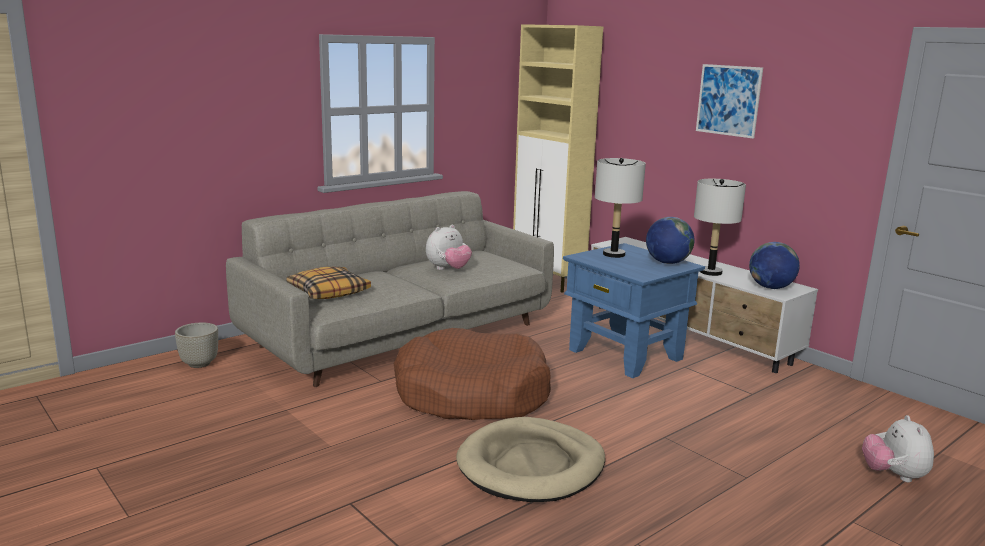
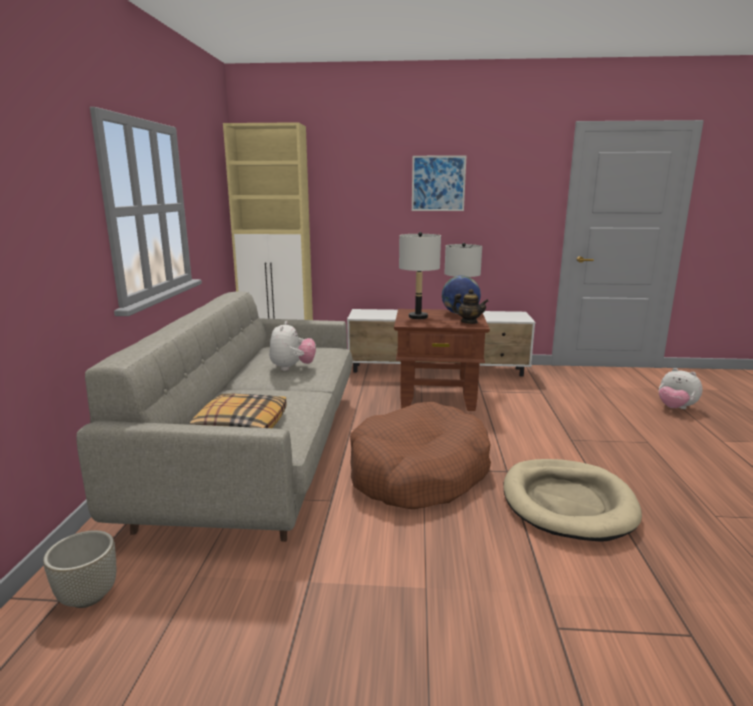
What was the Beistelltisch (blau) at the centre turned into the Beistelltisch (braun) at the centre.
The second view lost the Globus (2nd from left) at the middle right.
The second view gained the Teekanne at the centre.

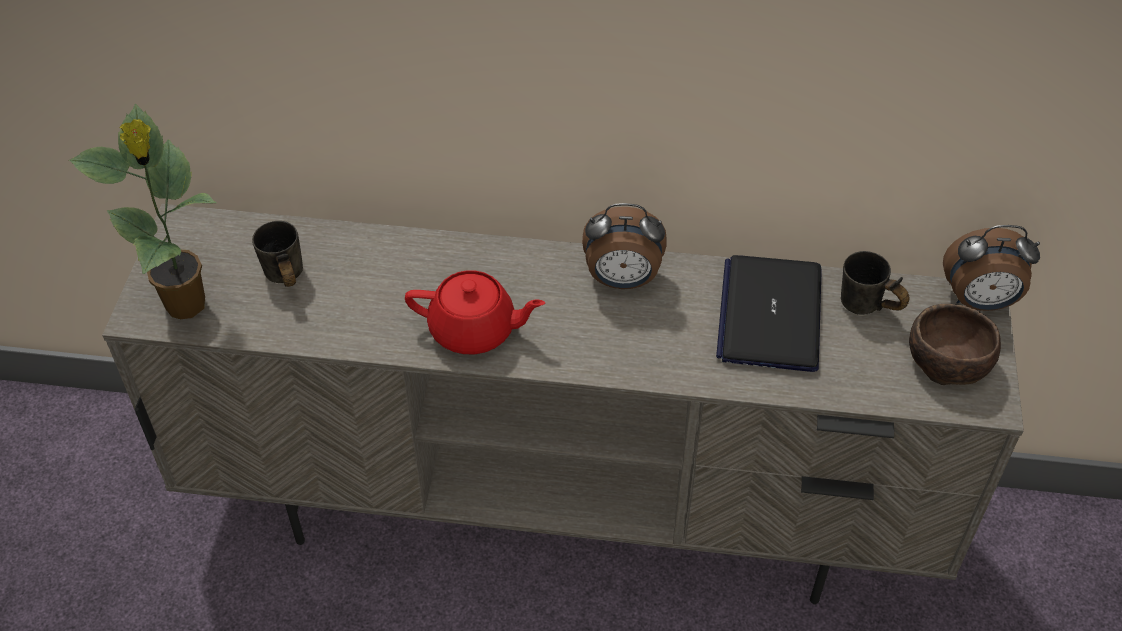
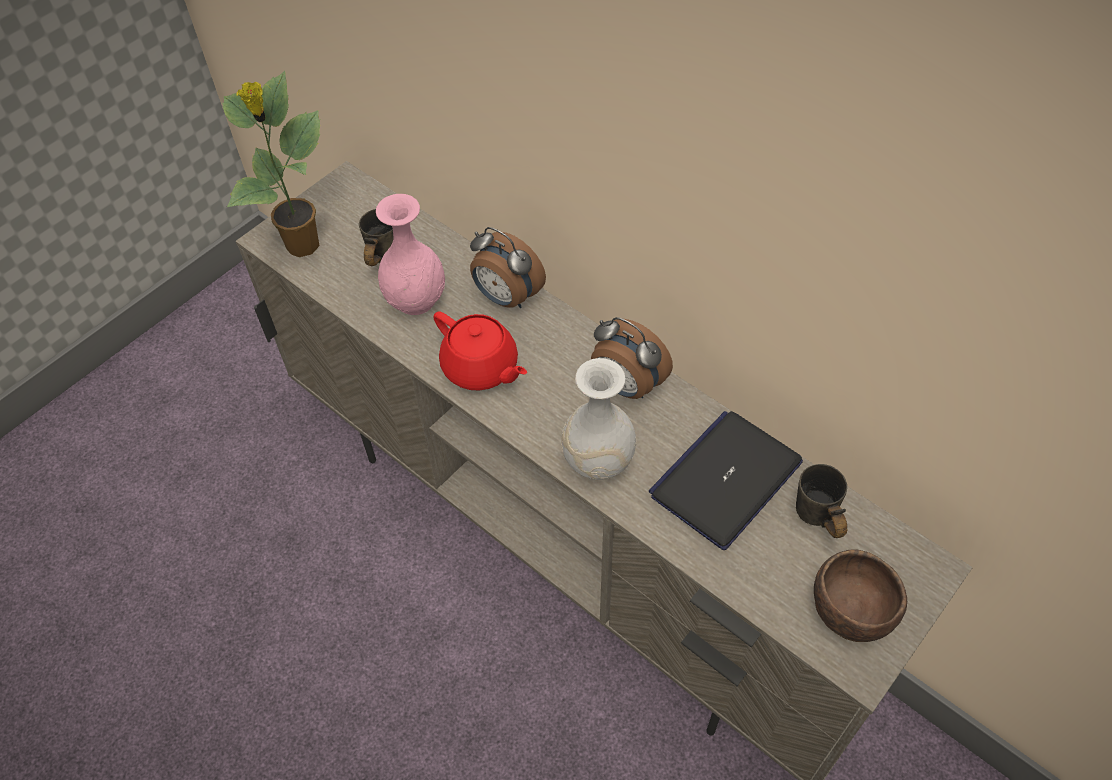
The Wecker (2nd from left in the first image) ended up elsewhere, having gone from the middle right to the centre.
The second view gained the Vase (rosa) at the top centre.
The second view gained the Vase (weiß) at the centre.

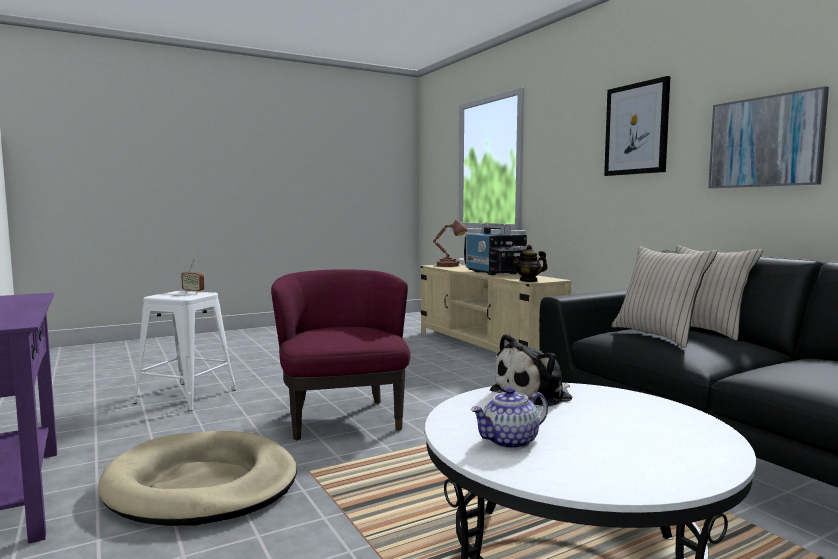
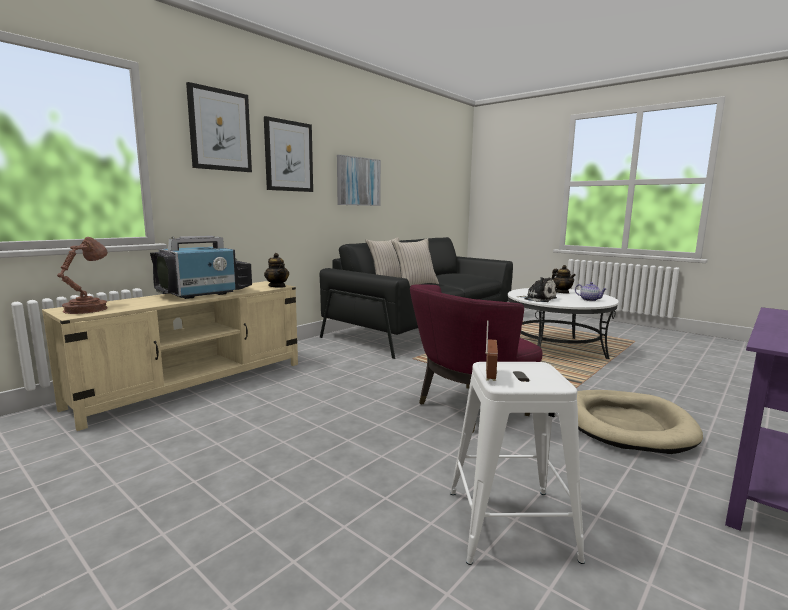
The second view gained the Bild (1st from left) at the top left.
The second view gained the Teekanne (2nd from left) at the middle right.

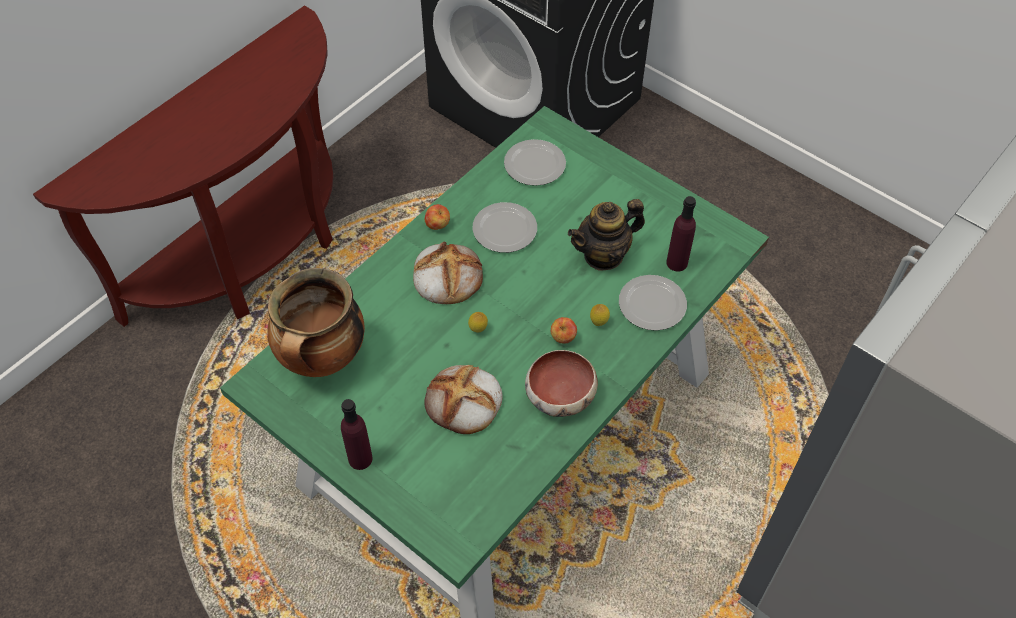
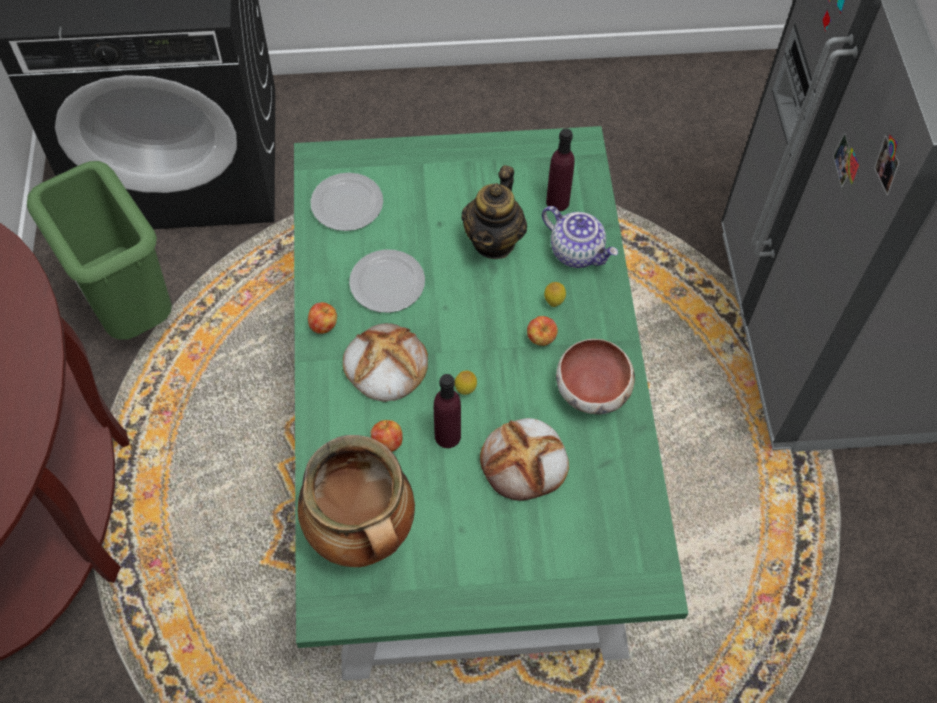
The Flasche (lila) (1st from left) ended up elsewhere, having gone from the bottom centre to the centre.
Where the Teller (3rd from left) stood at the centre, the Teekanne (2nd from left) came to stand at the centre.
The second view gained the Mülleimer (grün) at the middle left.
The second view gained the Apfel (2nd from left) at the centre.

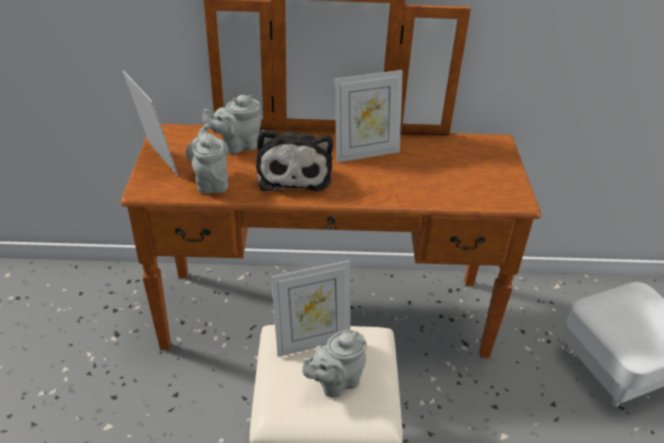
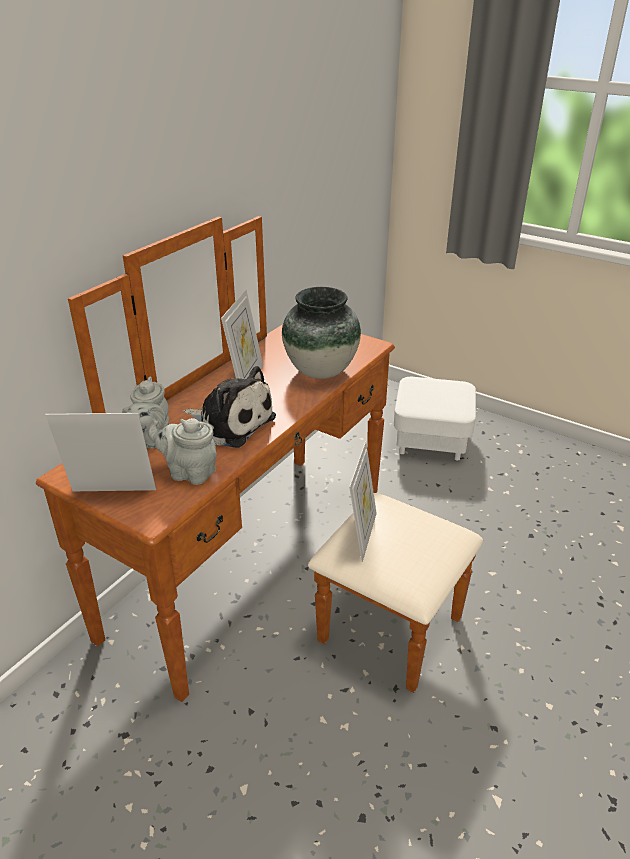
The second view lost the Teekanne (grau) (3rd from left) at the bottom centre.
The second view gained the Vase at the centre.

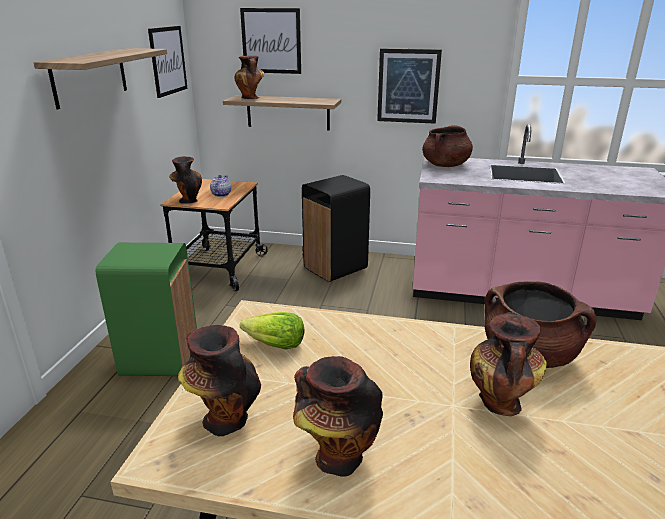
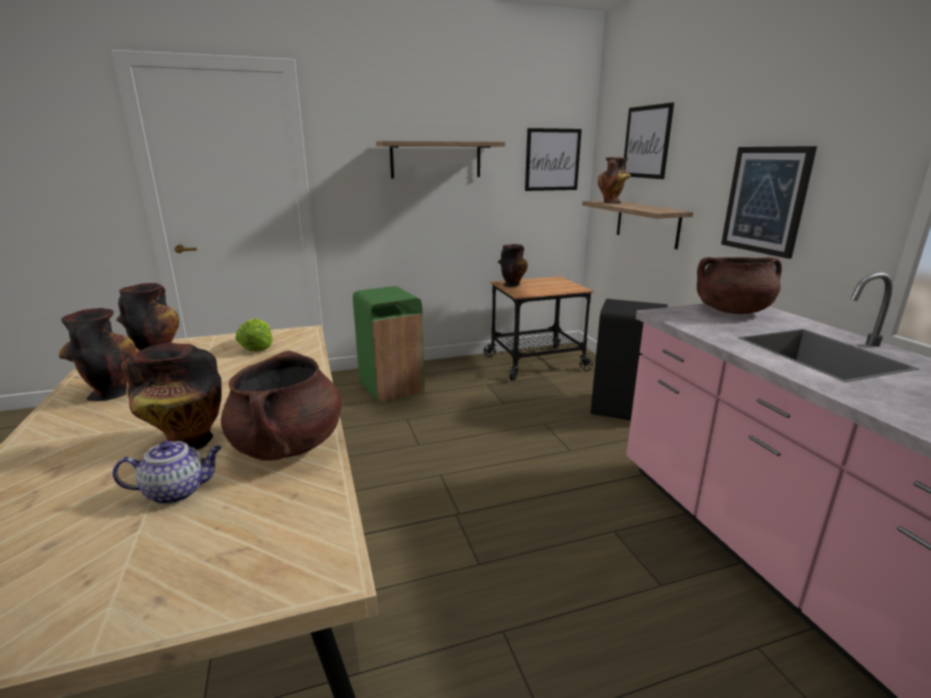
The Teekanne ended up elsewhere, having gone from the middle left to the bottom left.

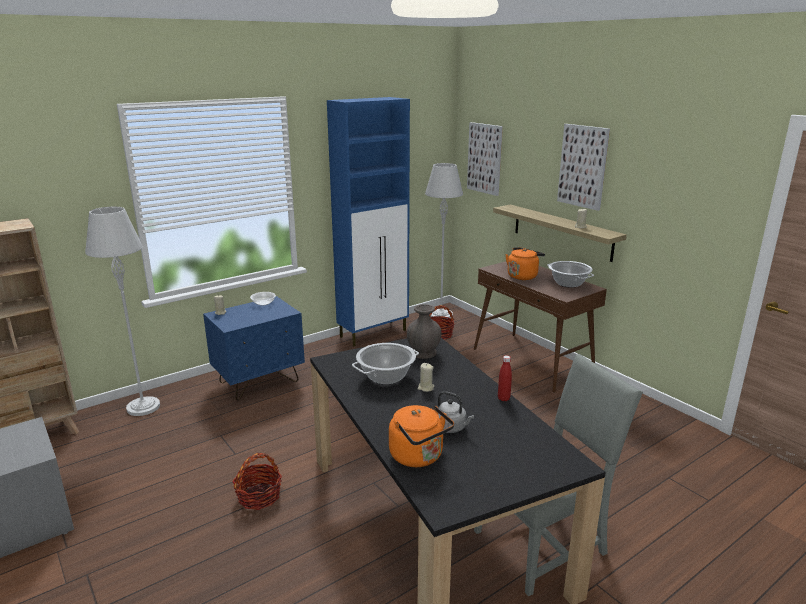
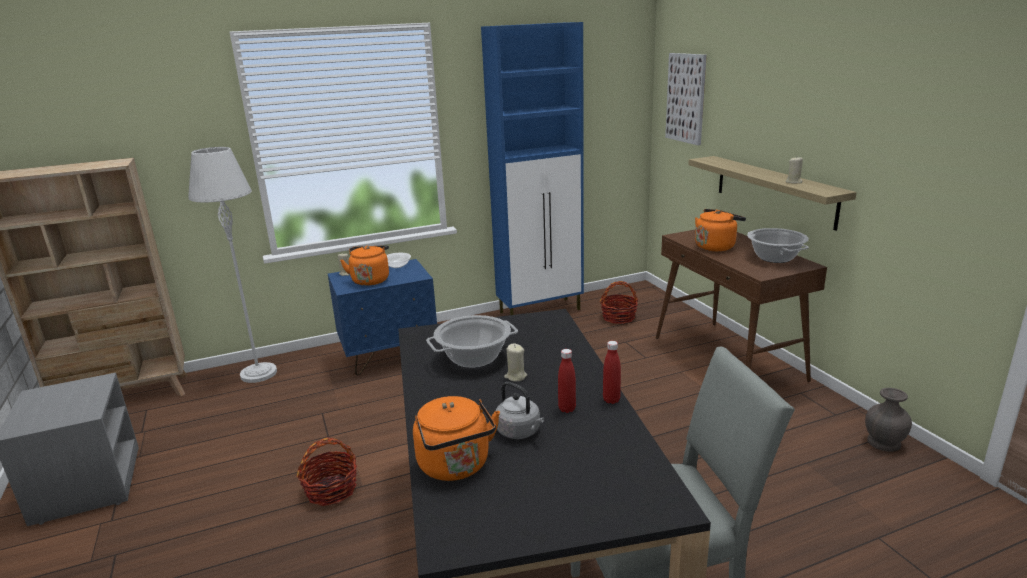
The Vase (grau) ended up elsewhere, having gone from the centre to the bottom right.
The second view lost the Stehlampe (grau) (2nd from left) at the centre.
The second view lost the Bild (2nd from left) at the top right.
The second view gained the Wasserkessel (orange) (1st from left) at the centre.
The second view gained the Flasche (rot) (1st from left) at the centre.

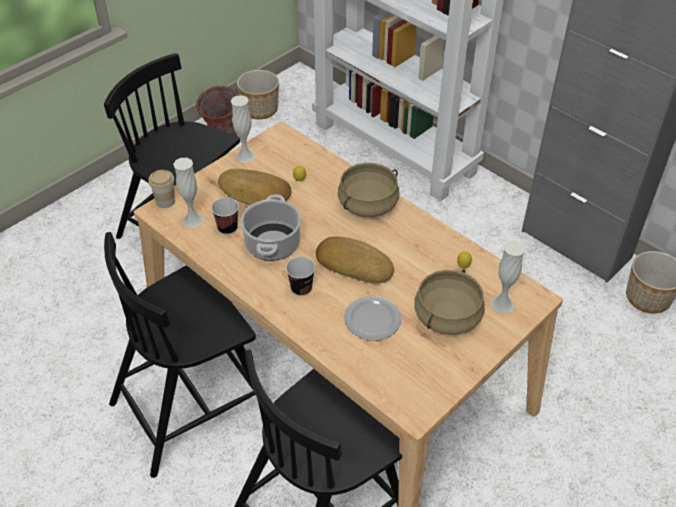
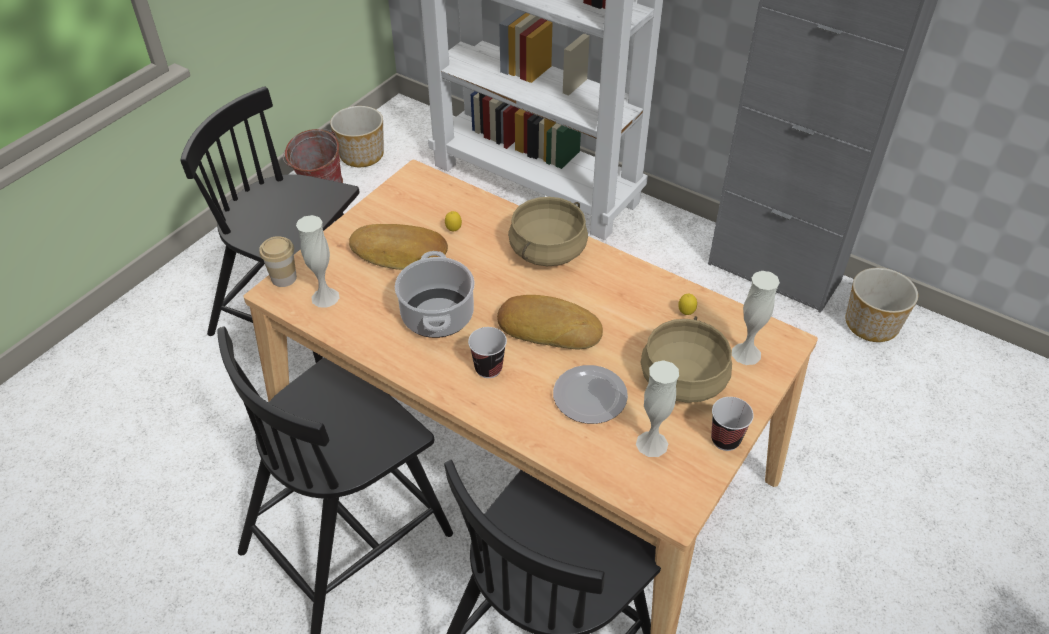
The Tasse (2nd from left in the first image) ended up elsewhere, having gone from the middle left to the bottom right.
The Vase (weiß) (2nd from left) ended up elsewhere, having gone from the top centre to the centre.

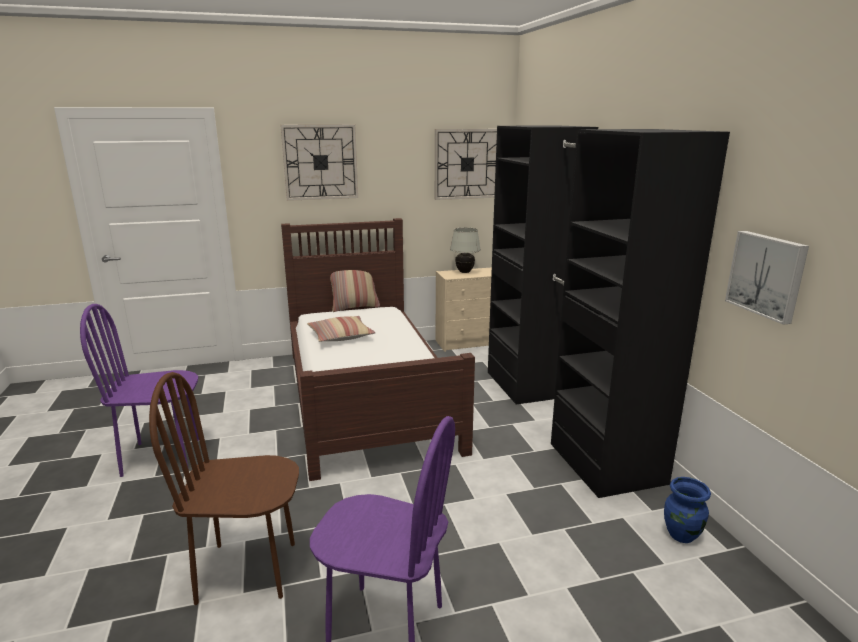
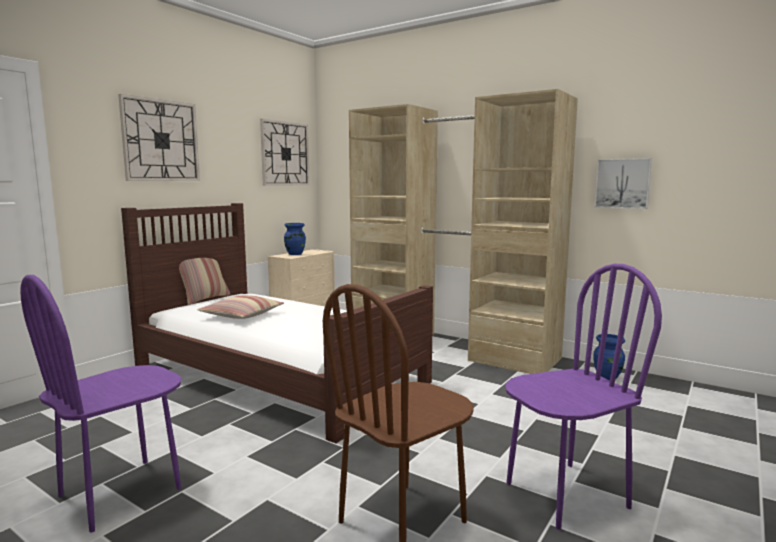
Where the Tischlampe (weiß) stood at the centre, the Vase (blau) (1st from left) came to stand at the centre.
What was the Kleiderschrank (schwarz) at the middle right turned into the Kleiderschrank (beige) at the centre.

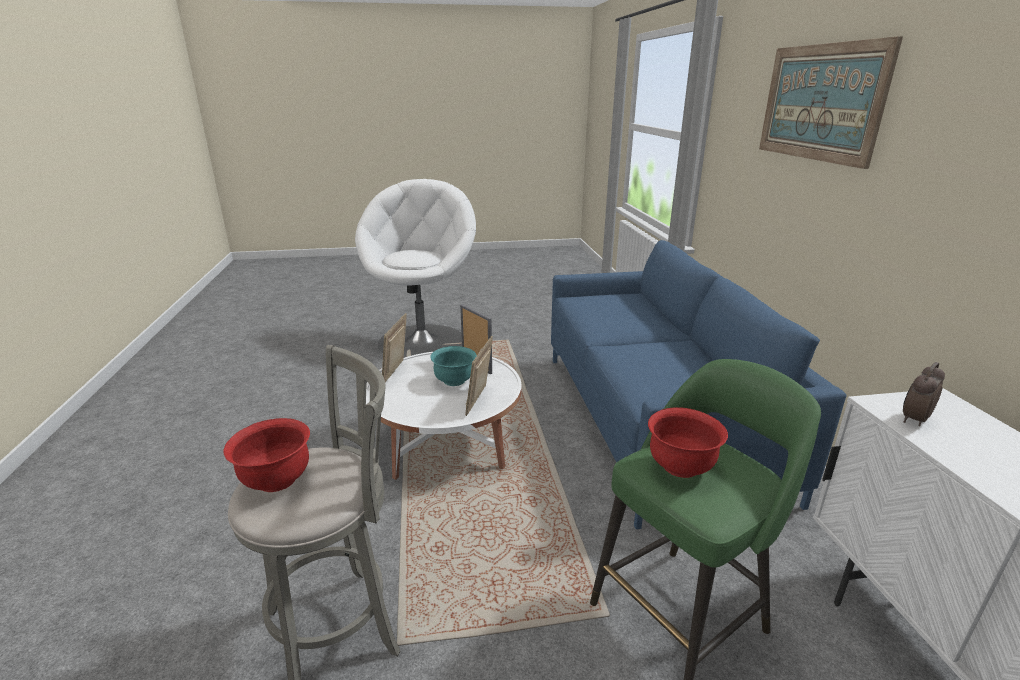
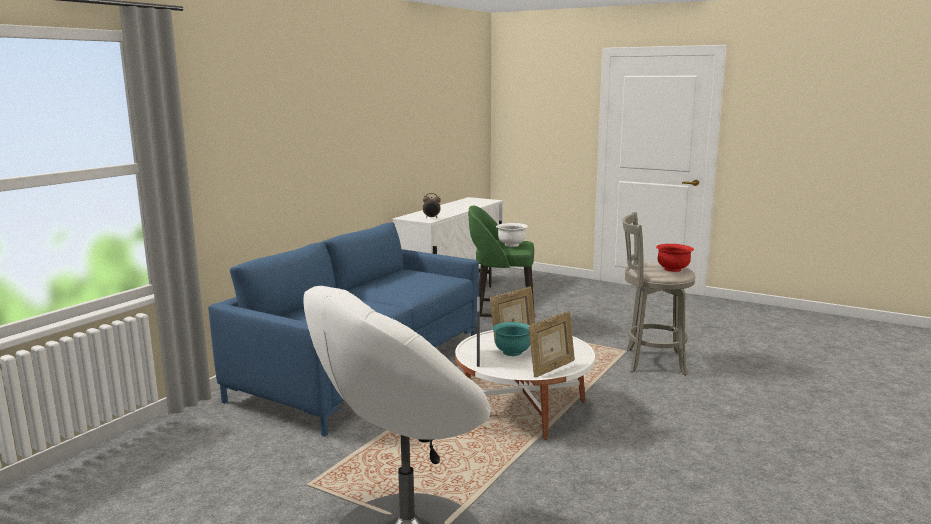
What was the Schüssel (rot) (2nd from left) at the middle right turned into the Schüssel (weiß) at the centre.
The second view lost the Bild at the top right.

